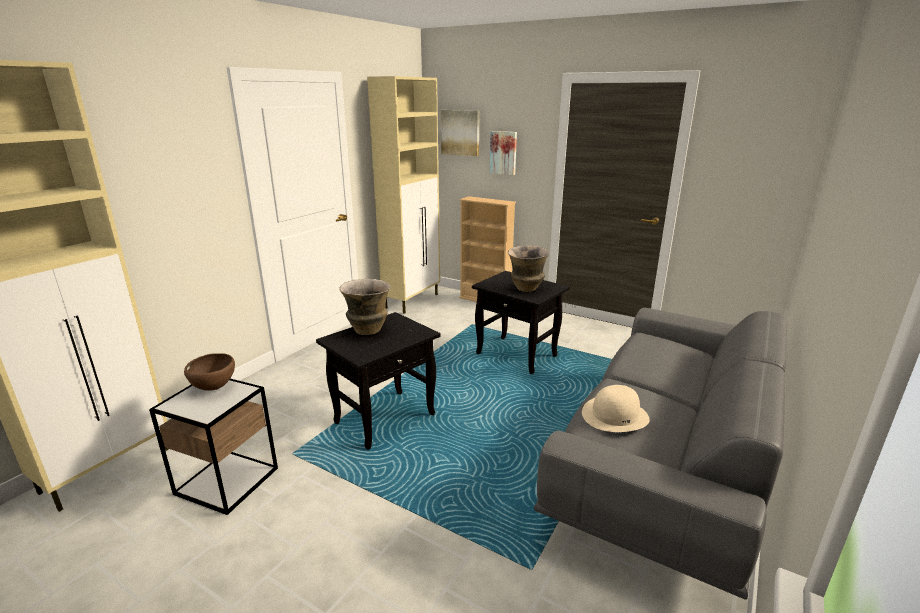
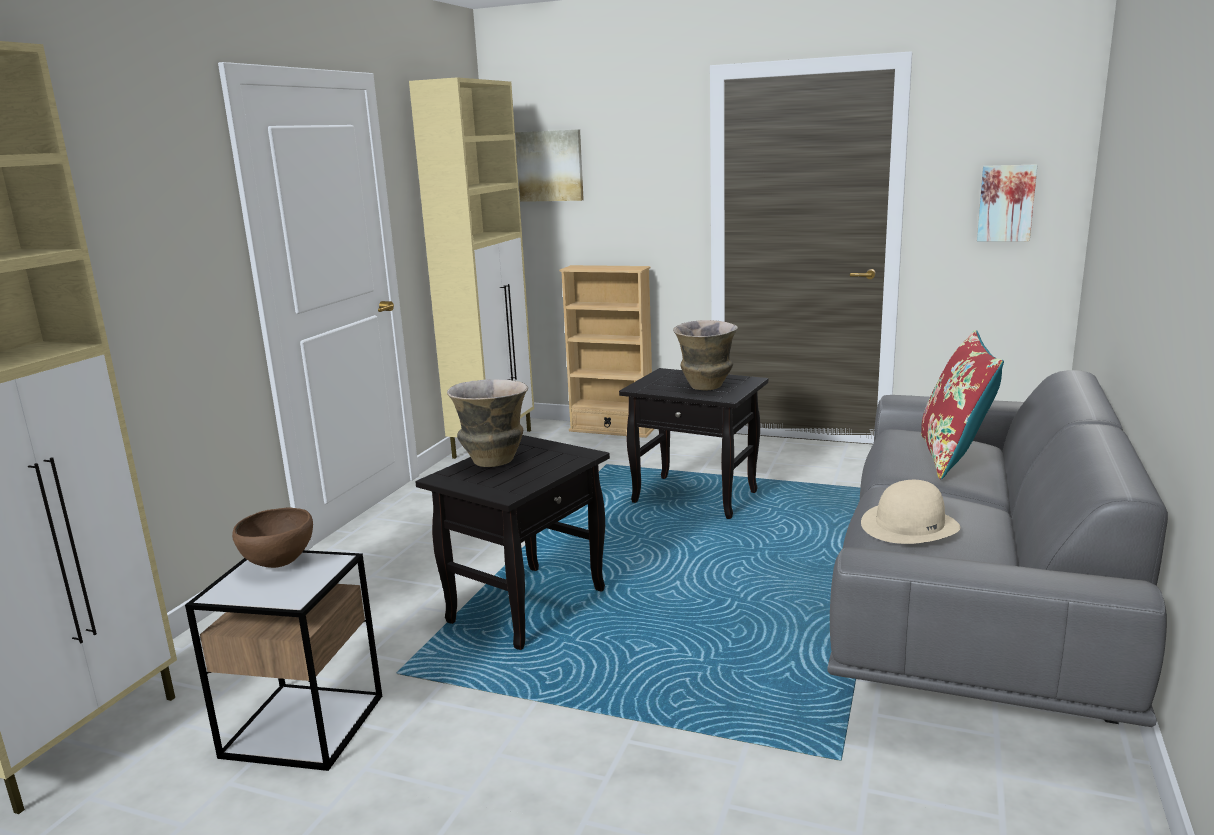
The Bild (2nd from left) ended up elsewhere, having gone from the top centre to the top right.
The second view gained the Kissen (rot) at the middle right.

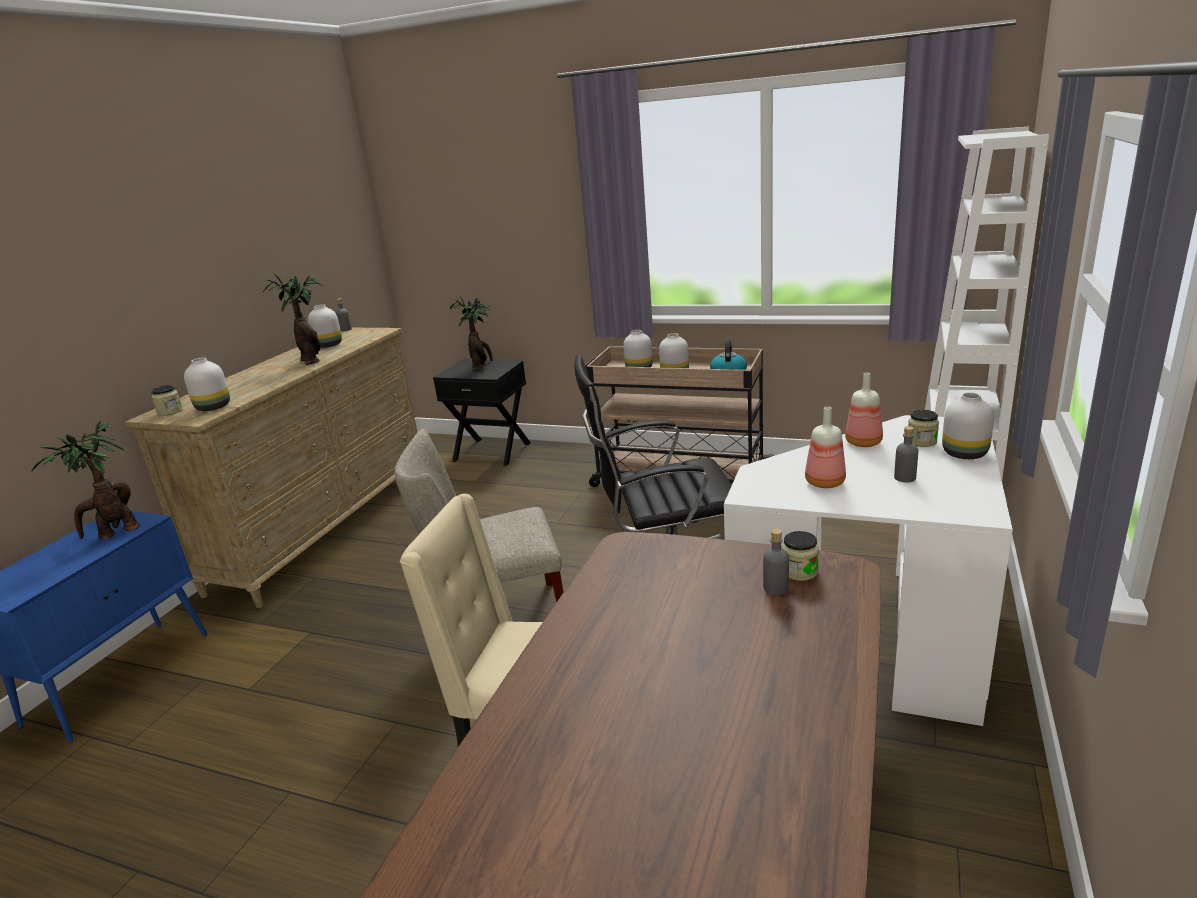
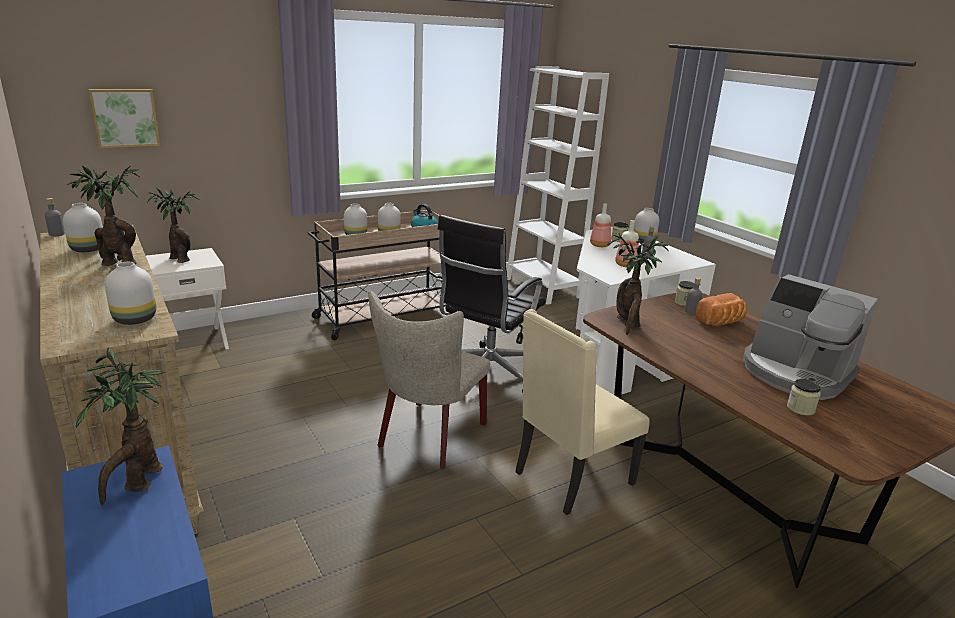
The Vorratsglas (1st from left in the first image) ended up elsewhere, having gone from the middle left to the middle right.
What was the Nachttisch (schwarz) at the centre turned into the Nachttisch (weiß) at the middle left.
The second view gained the Bild at the top left.
The second view gained the Topfpflanze (4th from left) at the middle right.
The second view gained the Brot at the middle right.
The second view gained the Kaffeemaschine at the middle right.

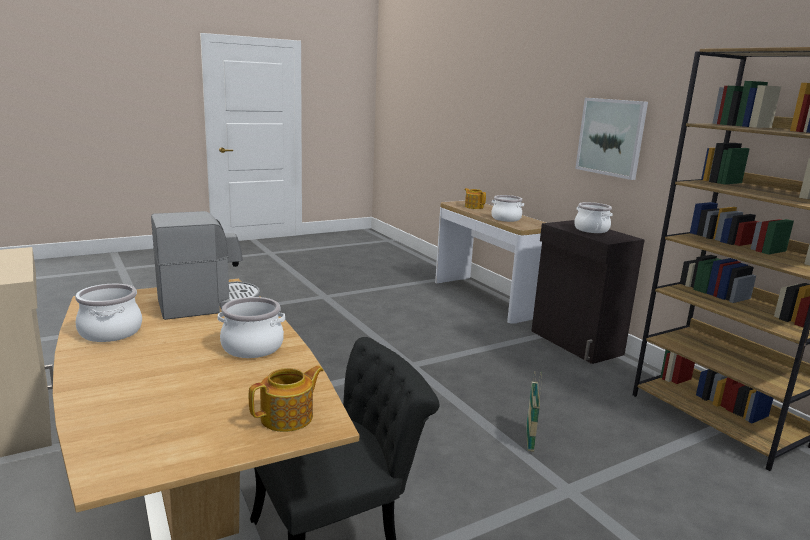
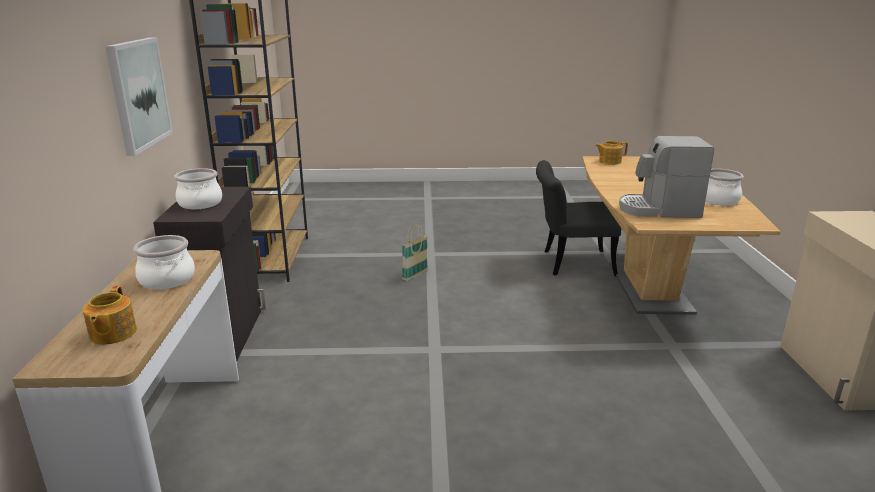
The second view lost the Kochtopf (2nd from left) at the middle left.

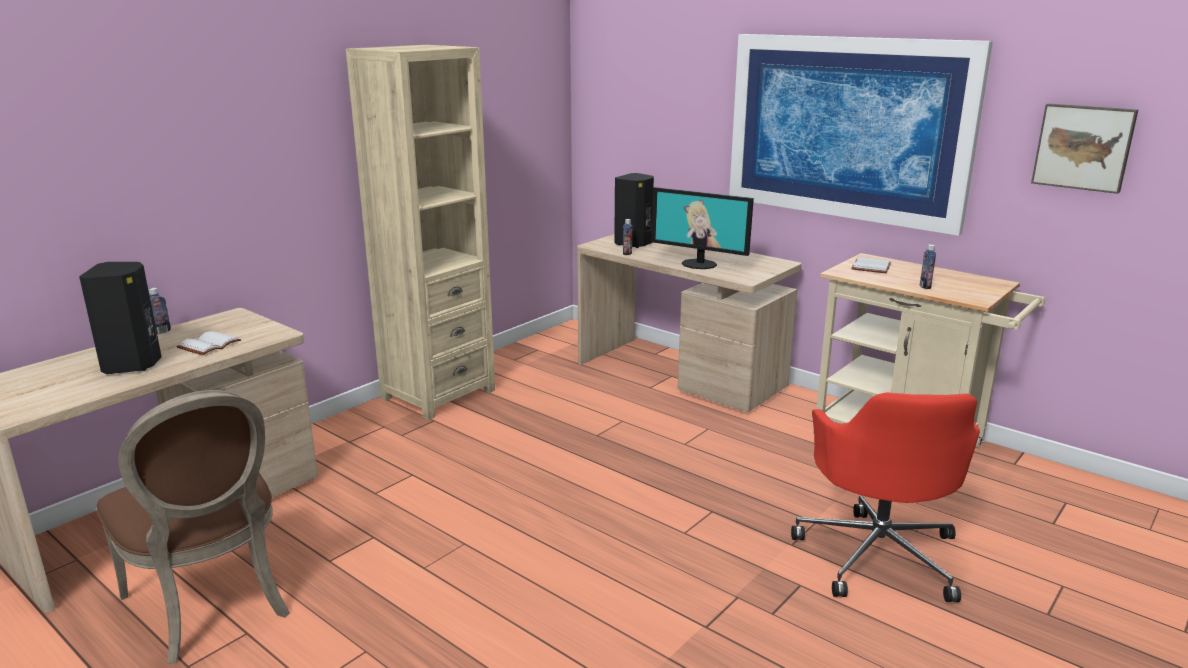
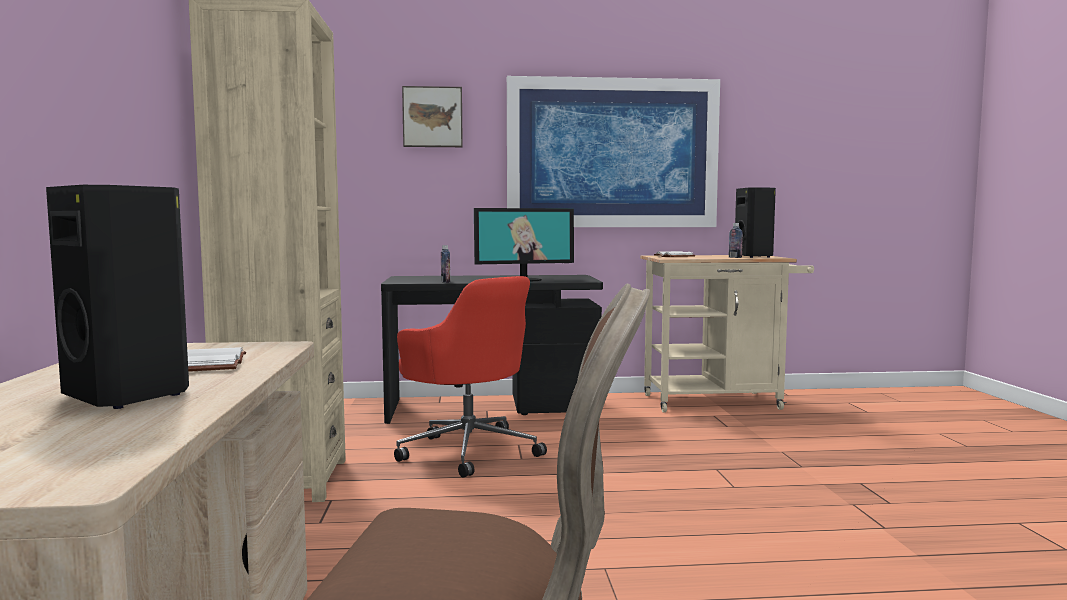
The second view lost the Flasche (1st from left) at the middle left.
What was the Schreibtisch (beige) (2nd from left) at the centre turned into the Schreibtisch (schwarz) at the centre.
The Lautsprecher (schwarz) (2nd from left) ended up elsewhere, having gone from the top centre to the middle right.
The Bürostuhl (rot) ended up elsewhere, having gone from the bottom right to the centre.
The Bild (2nd from left in the first image) ended up elsewhere, having gone from the top right to the top centre.

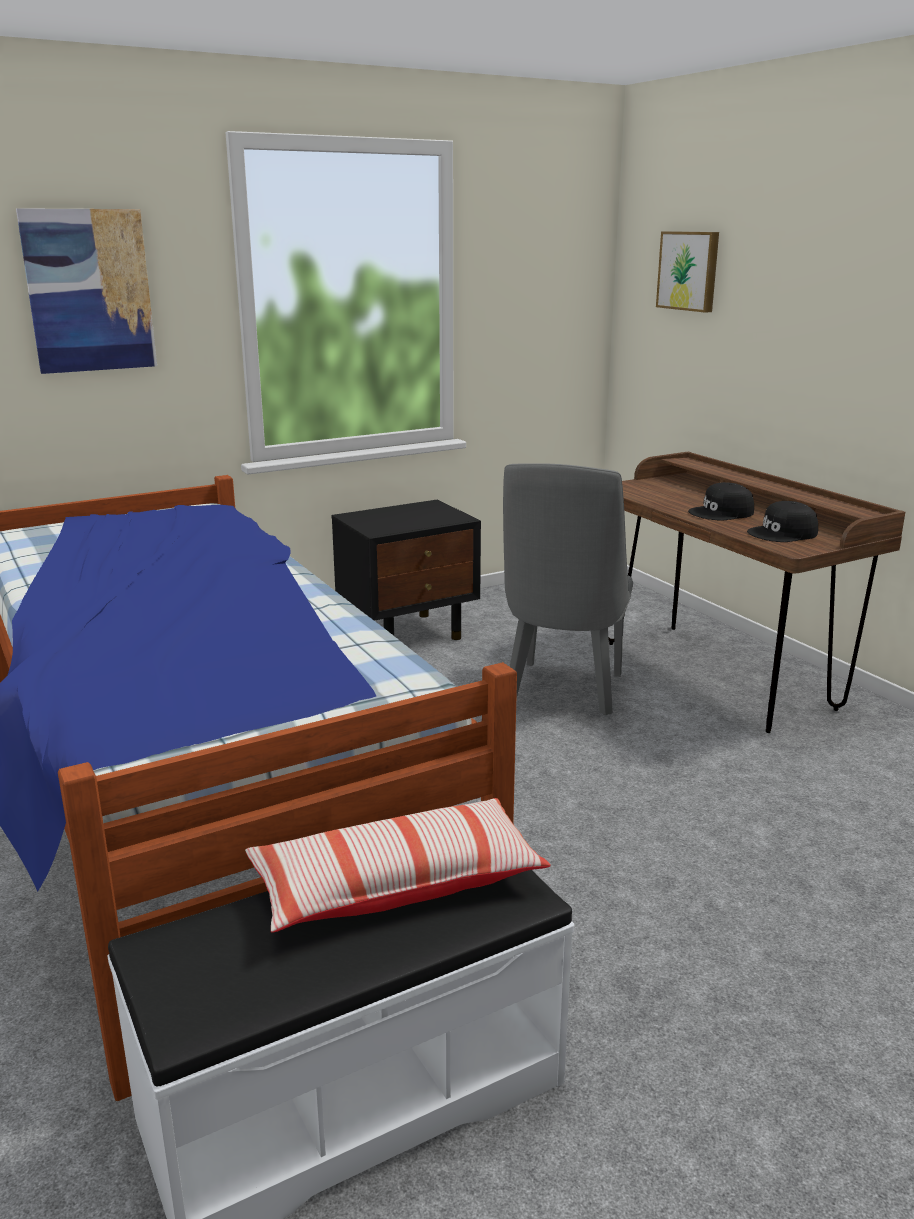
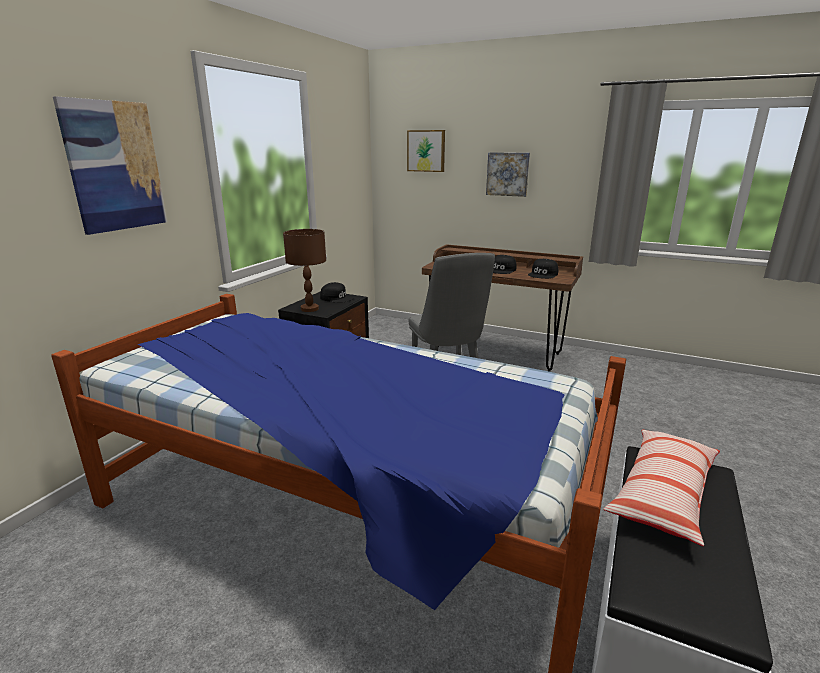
The second view gained the Tischlampe (braun) at the centre.
The second view gained the Kappe (schwarz) (1st from left) at the centre.
The second view gained the Bild (3rd from left) at the top centre.

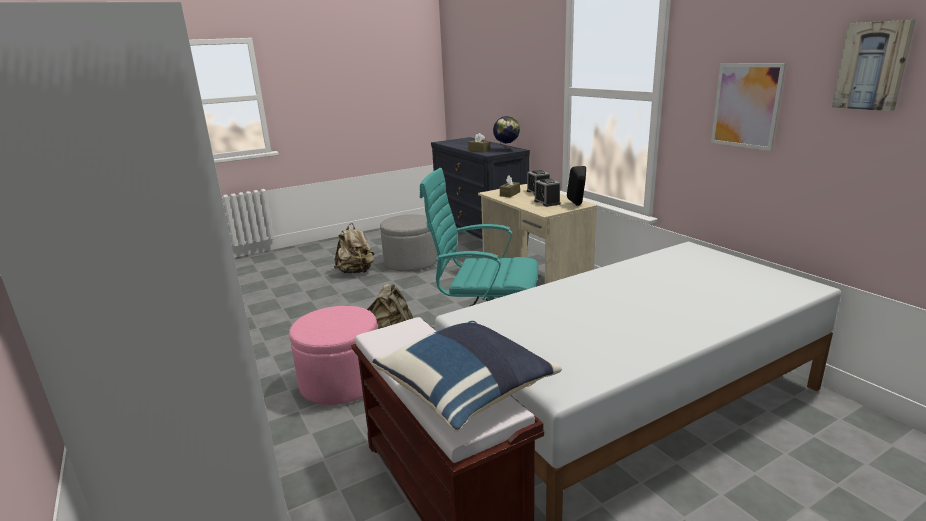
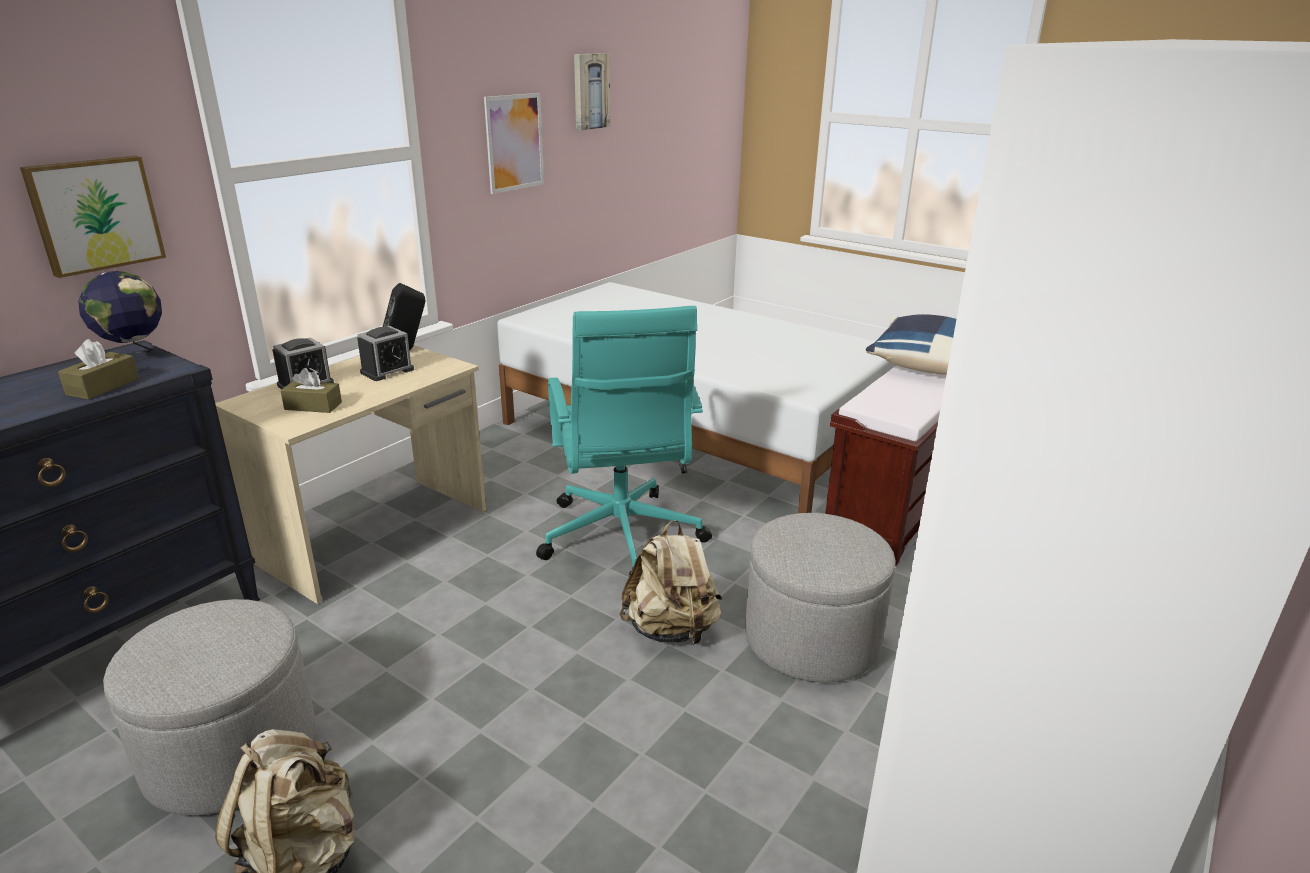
What was the Polsterhocker (rosa) at the bottom centre turned into the Polsterhocker (grau) (2nd from left) at the bottom centre.
The second view gained the Bild (1st from left) at the top left.

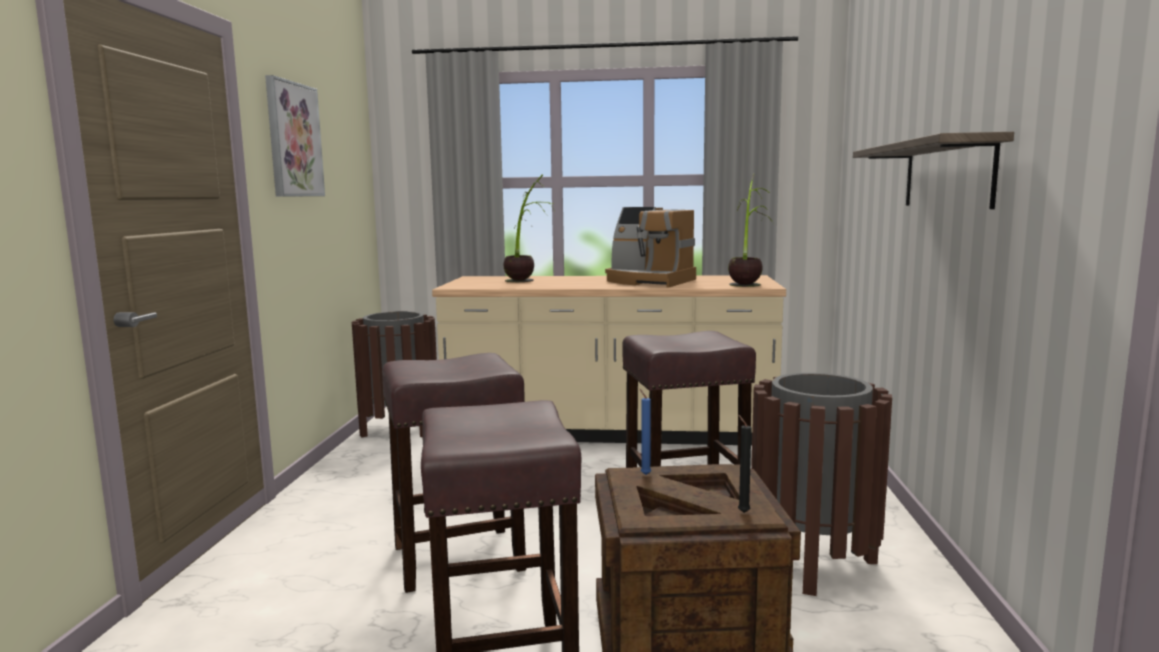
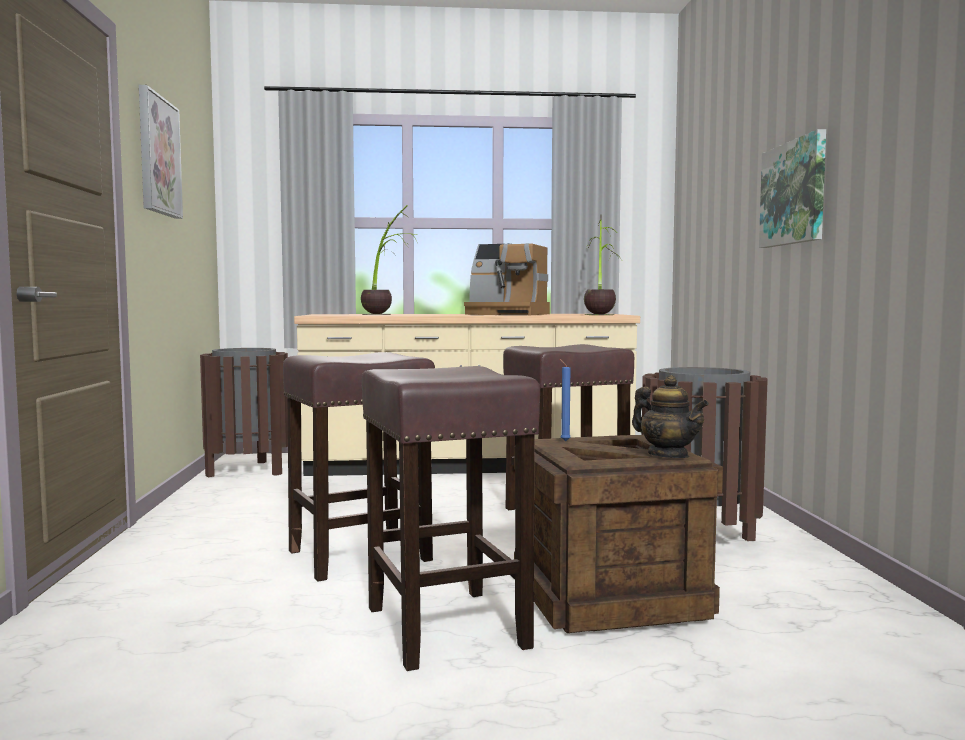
Where the Kerze (schwarz) stood at the bottom centre, the Teekanne came to stand at the middle right.
Where the Wandregal hung at the top right, the Bild (2nd from left) came to hang at the top right.

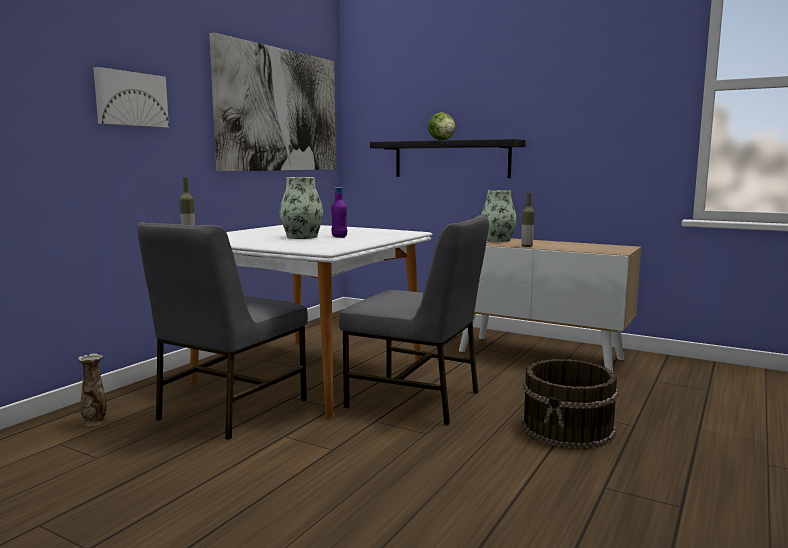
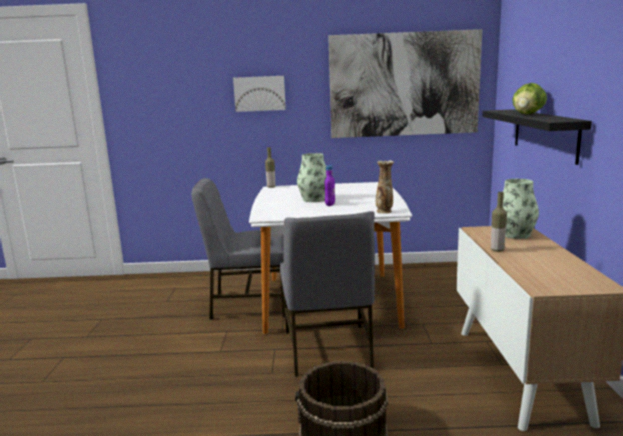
The Vase (1st from left in the first image) ended up elsewhere, having gone from the bottom left to the centre.

